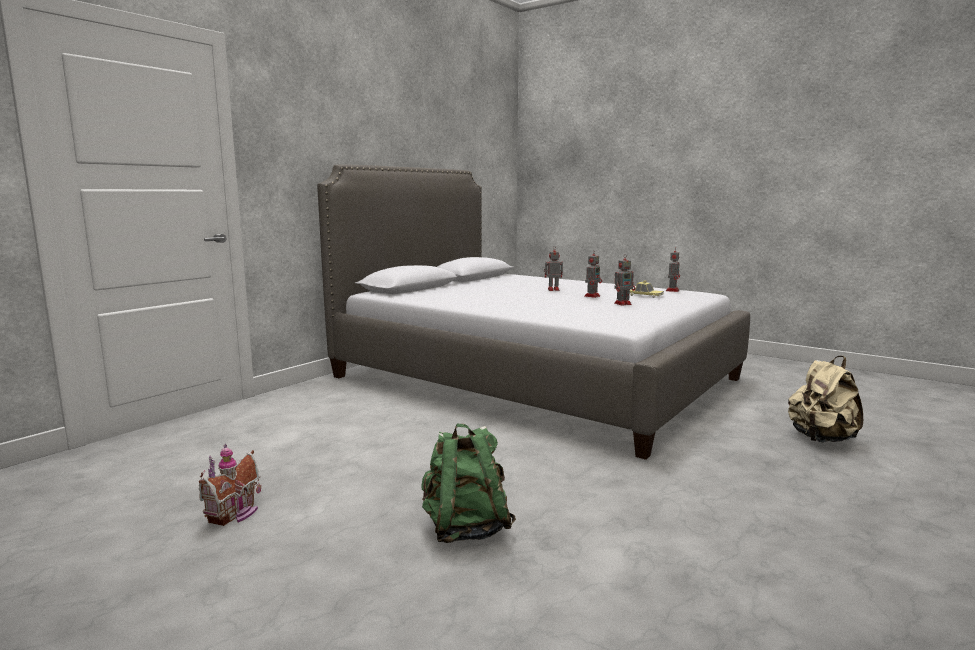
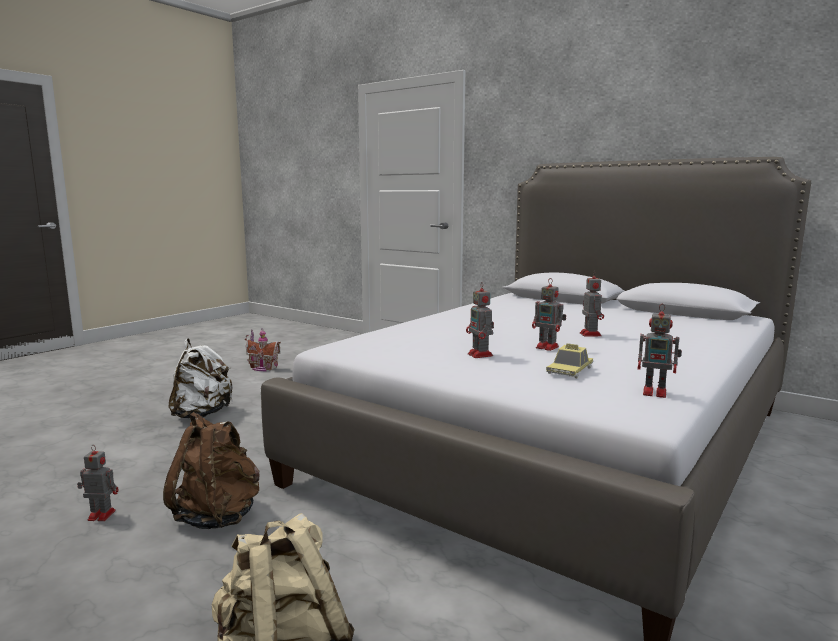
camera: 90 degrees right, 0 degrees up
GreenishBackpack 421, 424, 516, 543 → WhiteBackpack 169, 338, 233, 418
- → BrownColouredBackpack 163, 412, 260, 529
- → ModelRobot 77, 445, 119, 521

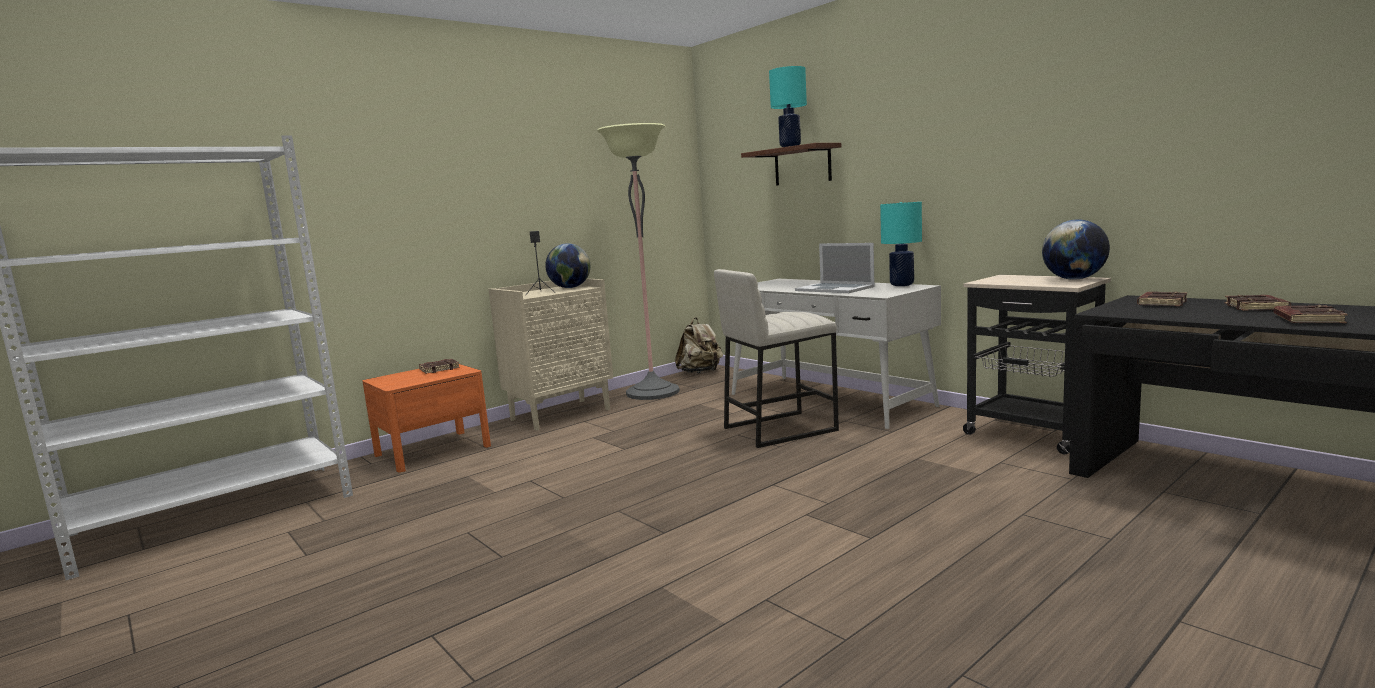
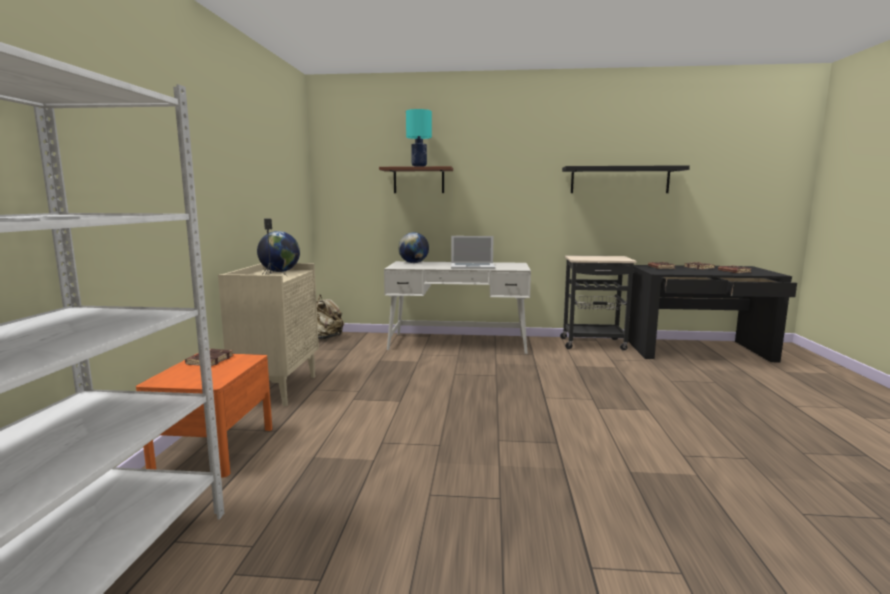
camera: 45 degrees left, 0 degrees up
FloorLamp 597, 123, 680, 400 → -
TurquoiseLampForATable 880, 202, 922, 286 → -
WorldGlobe 1042, 219, 1110, 280 → WorldGlobe 398, 232, 429, 263, relocated
SandColouredSittingStool 714, 269, 839, 448 → -
- → BlackBracketShelf 562, 165, 690, 193

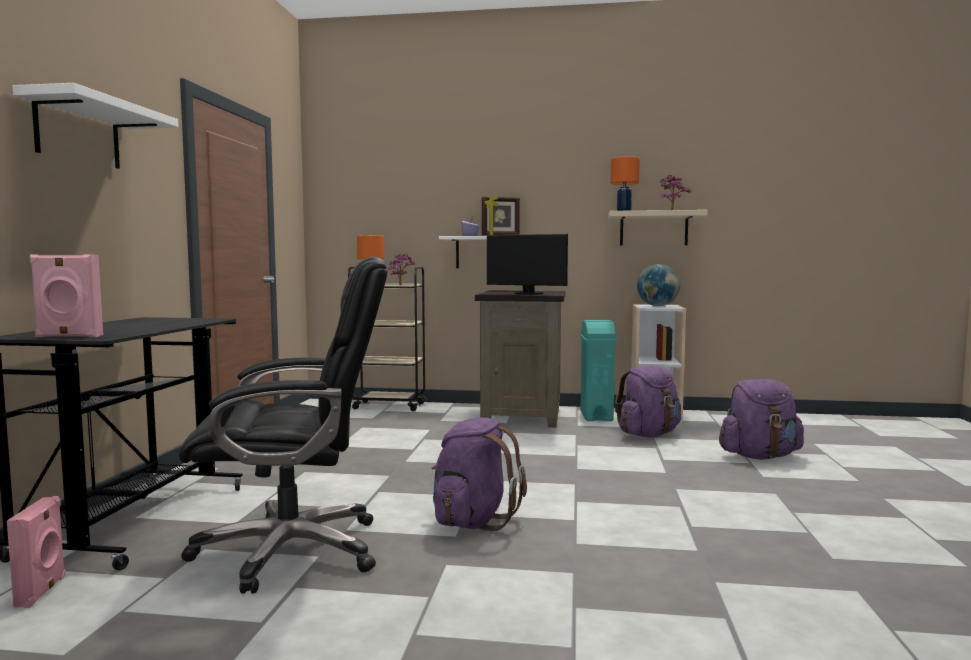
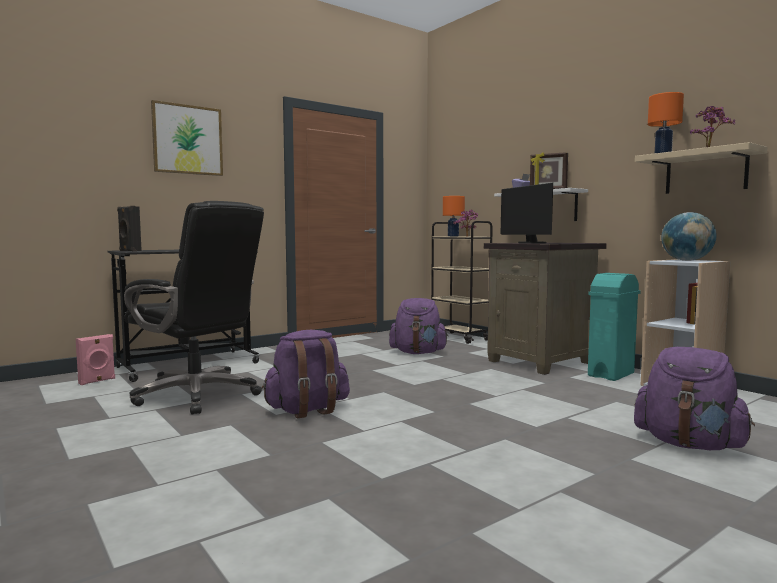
camera: 45 degrees right, 0 degrees up
WhiteBracketShelf 12, 83, 179, 169 → WallPicture 151, 100, 223, 176
PinkLoudspeaker 30, 254, 103, 338 → BlackLoudspeaker 117, 206, 142, 252
PurplishBackpack 615, 366, 681, 437 → PurplishBackpack 389, 298, 448, 354, relocated

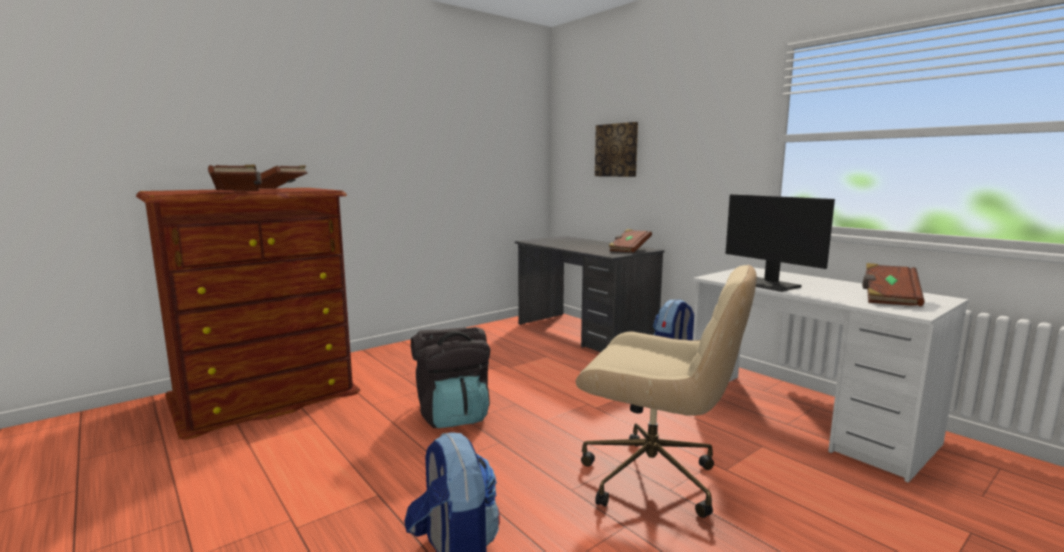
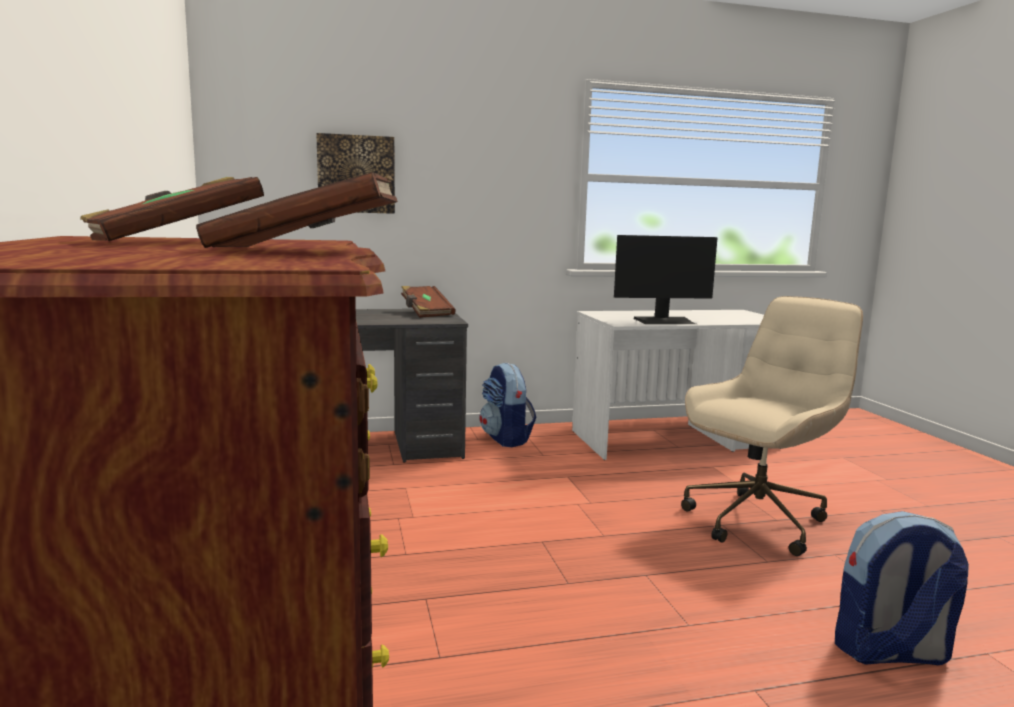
camera: 65 degrees left, 0 degrees up
BrownColouredBook 862, 263, 924, 306 → -
BlackBackpack 411, 327, 490, 428 → -

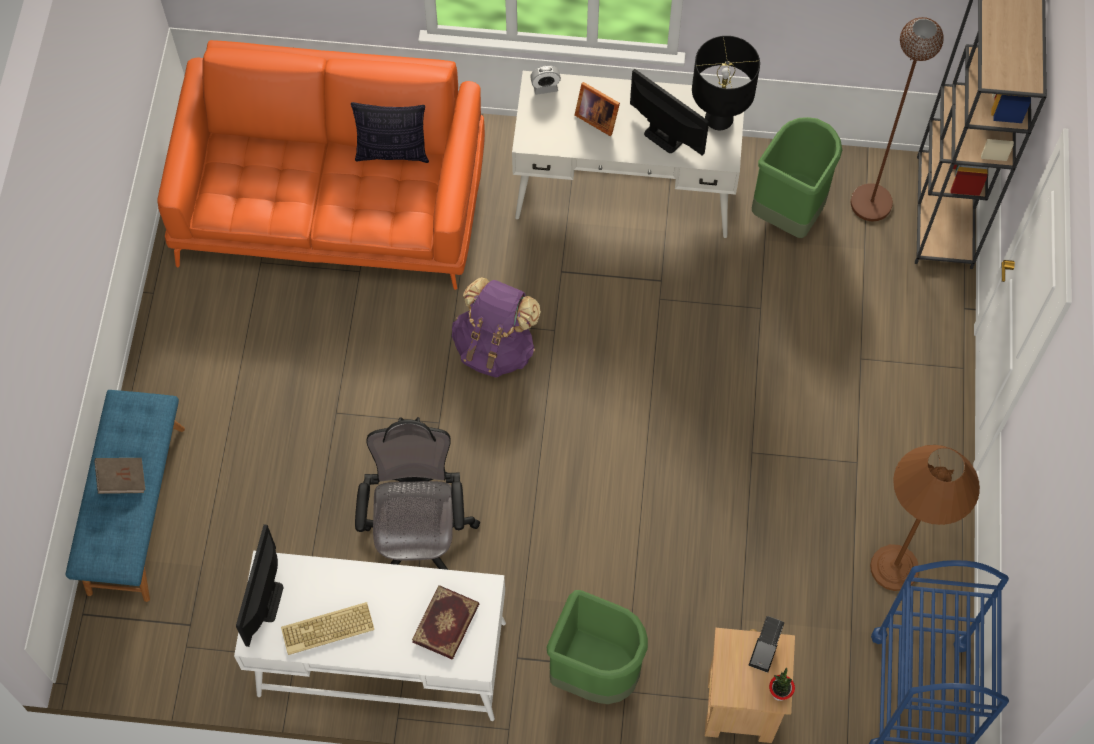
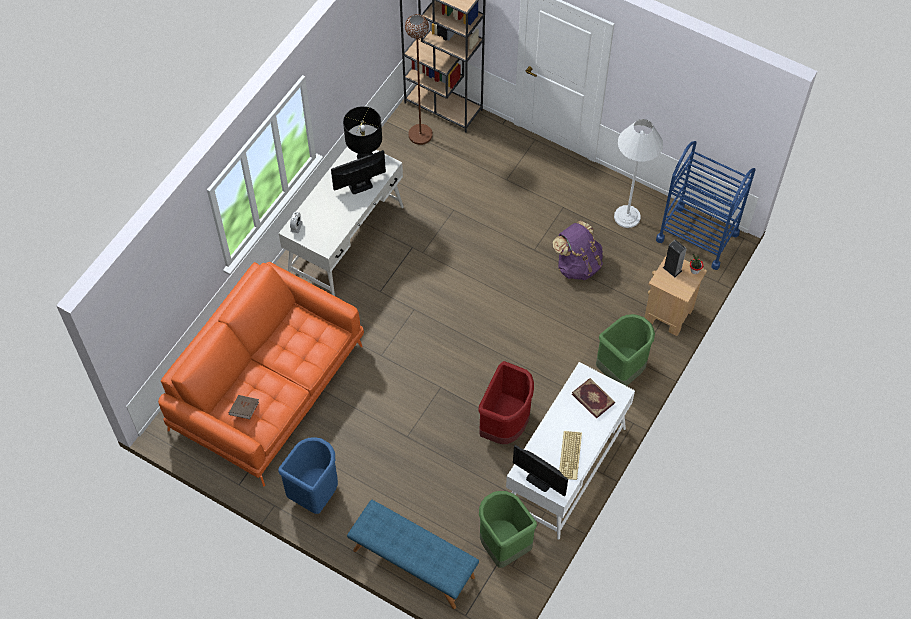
camera: 65 degrees left, 5 degrees down
StandingFrame 575, 82, 620, 136 → -
Pillow 351, 102, 429, 163 → -
GreenishWasteBin 752, 117, 842, 238 → GreenishWasteBin 479, 491, 537, 568, relocated
PurplishBackpack 452, 277, 541, 377 → PurplishBackpack 553, 220, 603, 280, relocated
OfficeChair 355, 417, 480, 570 → ReddishWasteBin 478, 361, 534, 444
BrownColouredFloorLamp 870, 445, 980, 591 → WhiteFloorLamp 614, 119, 663, 228
BrownColouredBook 94, 458, 145, 494 → BrownColouredBook 229, 395, 259, 419, relocated
- → BluishWasteBin 278, 437, 338, 514

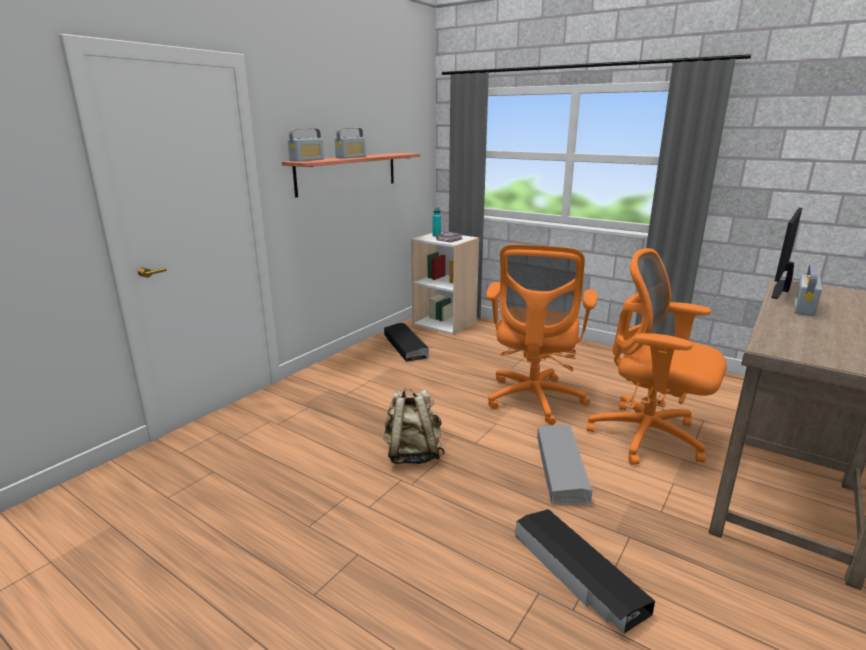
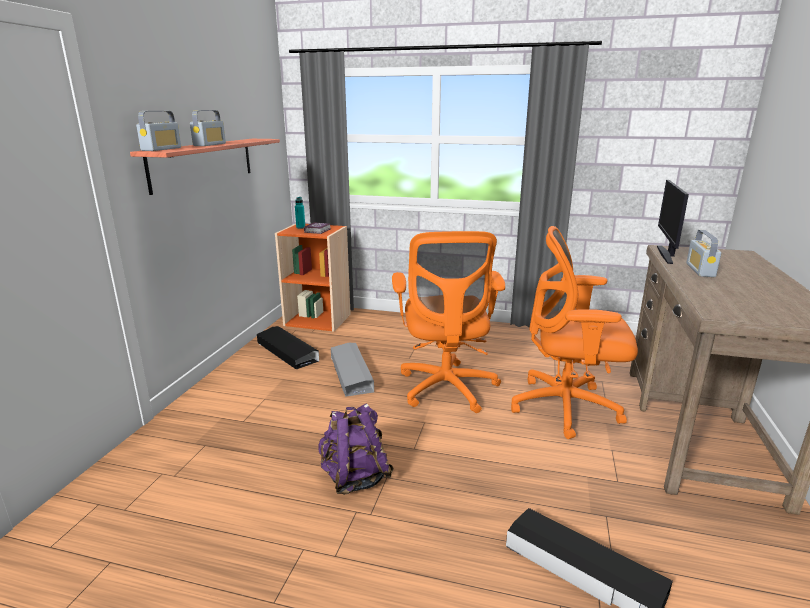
camera: 20 degrees left, 0 degrees up
WhiteShelvingUnit 411, 232, 479, 335 → OrangeShelvingUnit 275, 224, 351, 332
SandColouredBackpack 383, 388, 445, 464 → PurplishBackpack 319, 404, 394, 495
GrayStorageBox 537, 424, 592, 506 → GrayStorageBox 331, 343, 374, 397, relocated

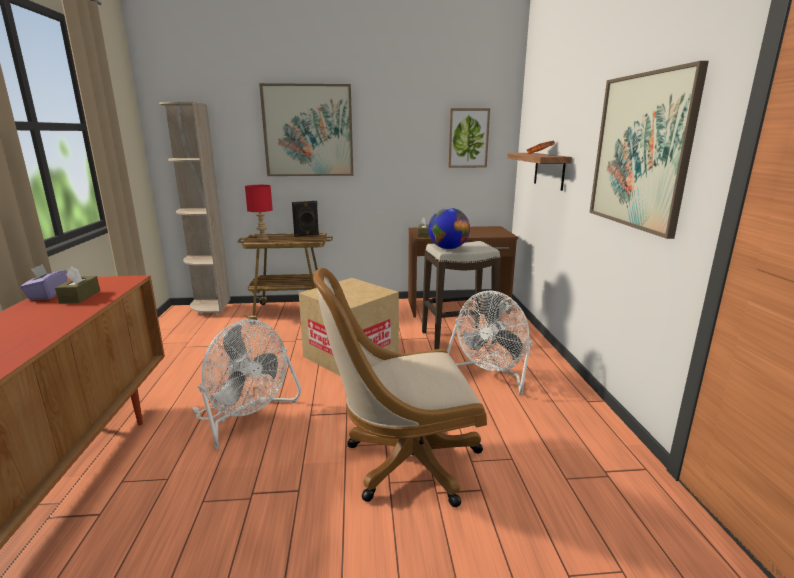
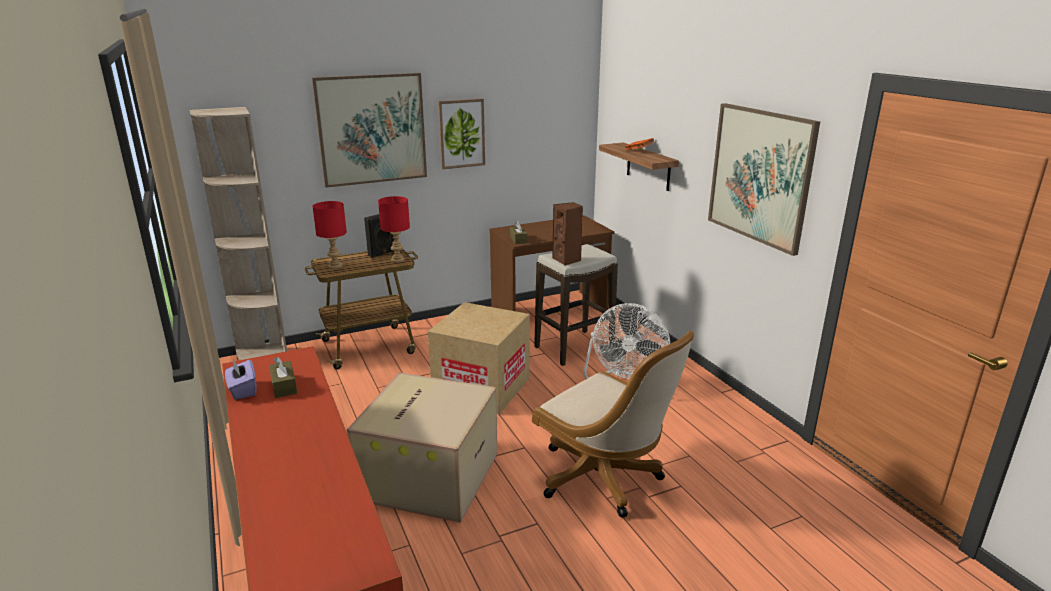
camera: 20 degrees left, 5 degrees up
WallPicture 448, 108, 490, 168 → WallPicture 438, 98, 485, 169, relocated
WorldGlobe 428, 208, 470, 249 → BrownColouredLoudspeaker 552, 202, 583, 266
OfficeChair 313, 268, 487, 507 → OfficeChair 532, 331, 694, 517, 105 degrees counterclockwise
WhiteCoolingFan 192, 319, 301, 449 → Carton 347, 372, 498, 523
- → ReddishLampForATable 378, 196, 410, 263

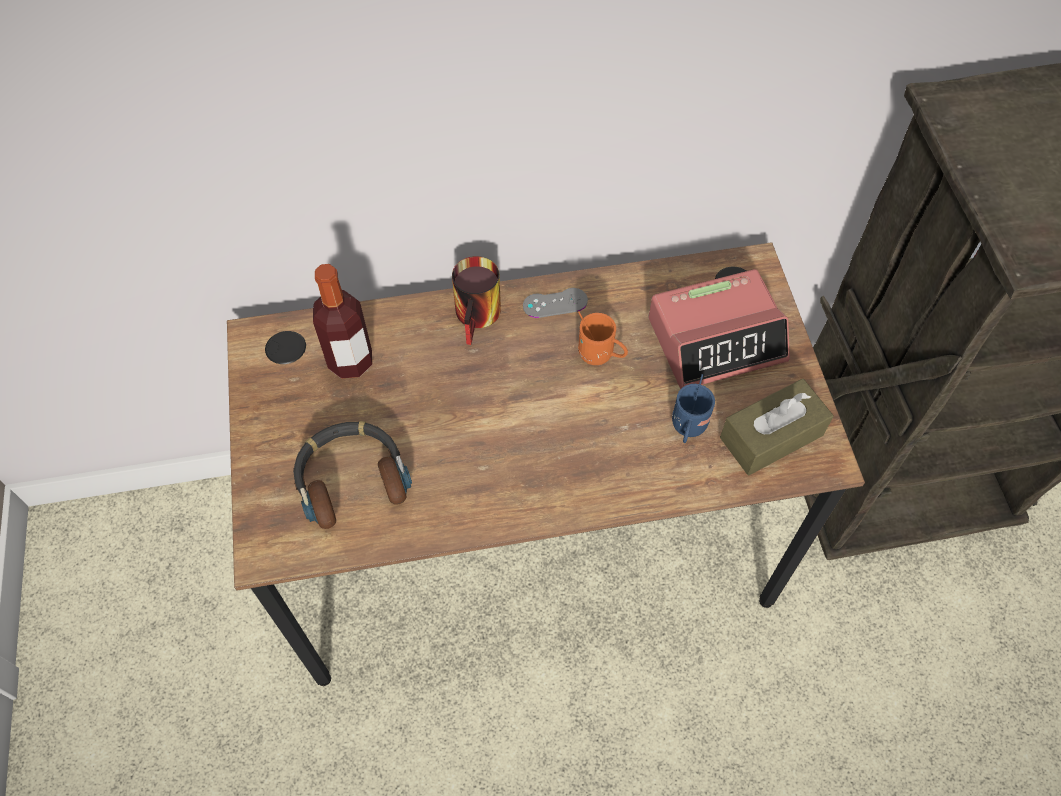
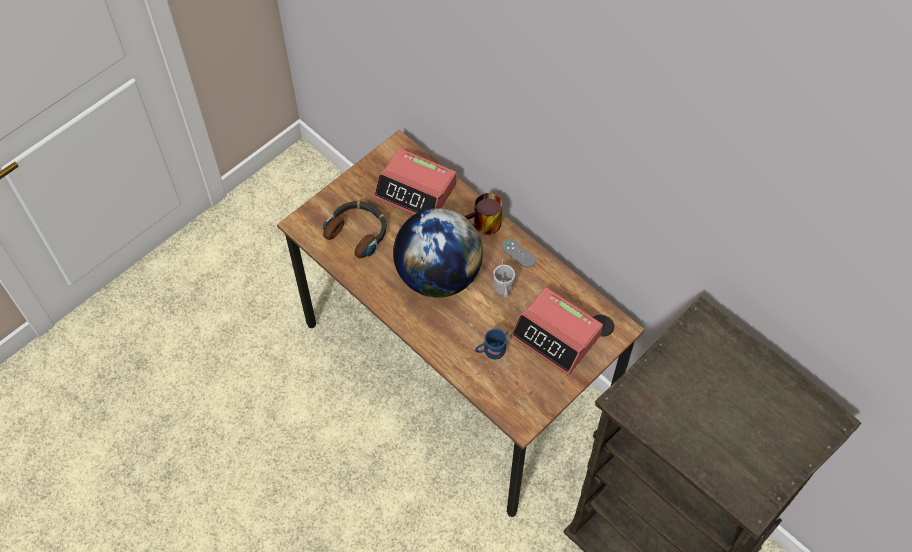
camera: 55 degrees right, 0 degrees up
DrinkBottle 313, 264, 372, 378 → TableClock 374, 148, 456, 215
OrangeCoffeeMug 578, 312, 628, 365 → WhiteCoffeeMug 493, 259, 515, 299
BrownColouredTissueHolder 720, 379, 834, 475 → -
- → WorldGlobe 393, 208, 483, 298

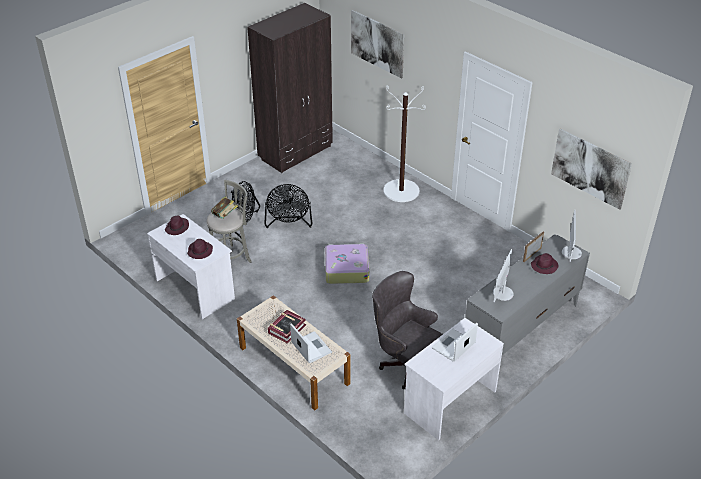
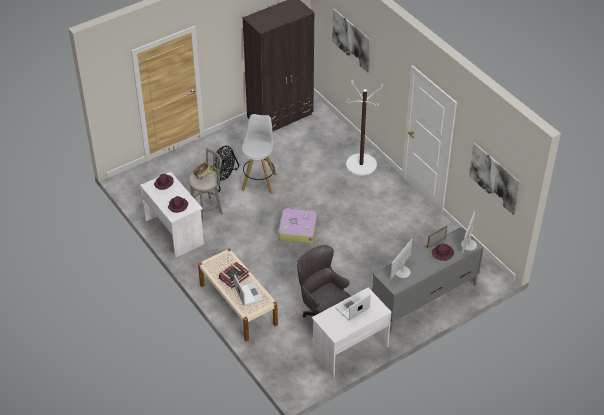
camera: 10 degrees right, 5 degrees up
BlackCoolingFan 264, 184, 312, 228 → WhiteSittingStool 241, 114, 277, 194

